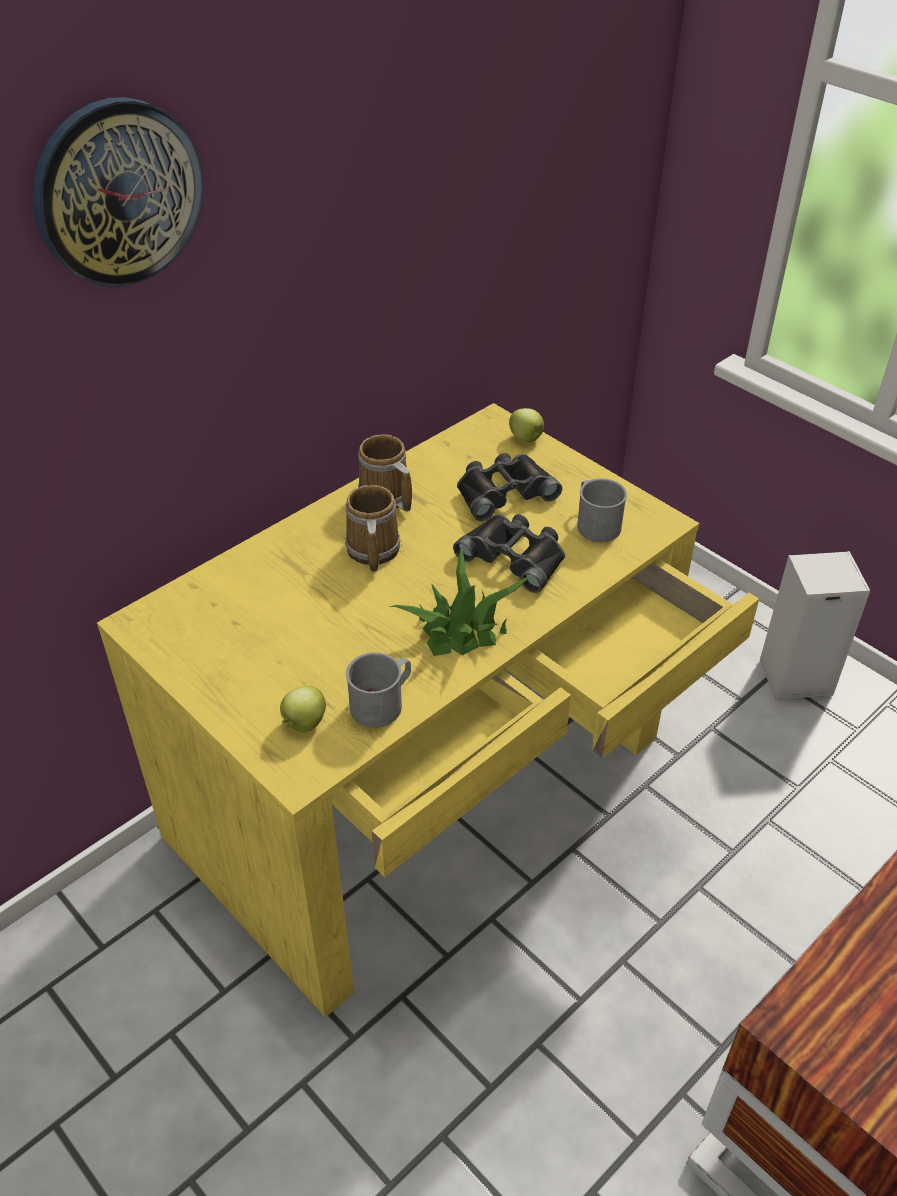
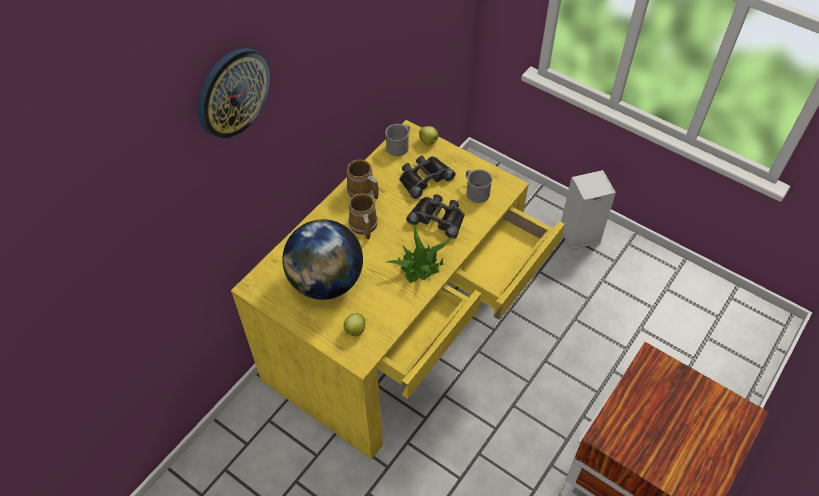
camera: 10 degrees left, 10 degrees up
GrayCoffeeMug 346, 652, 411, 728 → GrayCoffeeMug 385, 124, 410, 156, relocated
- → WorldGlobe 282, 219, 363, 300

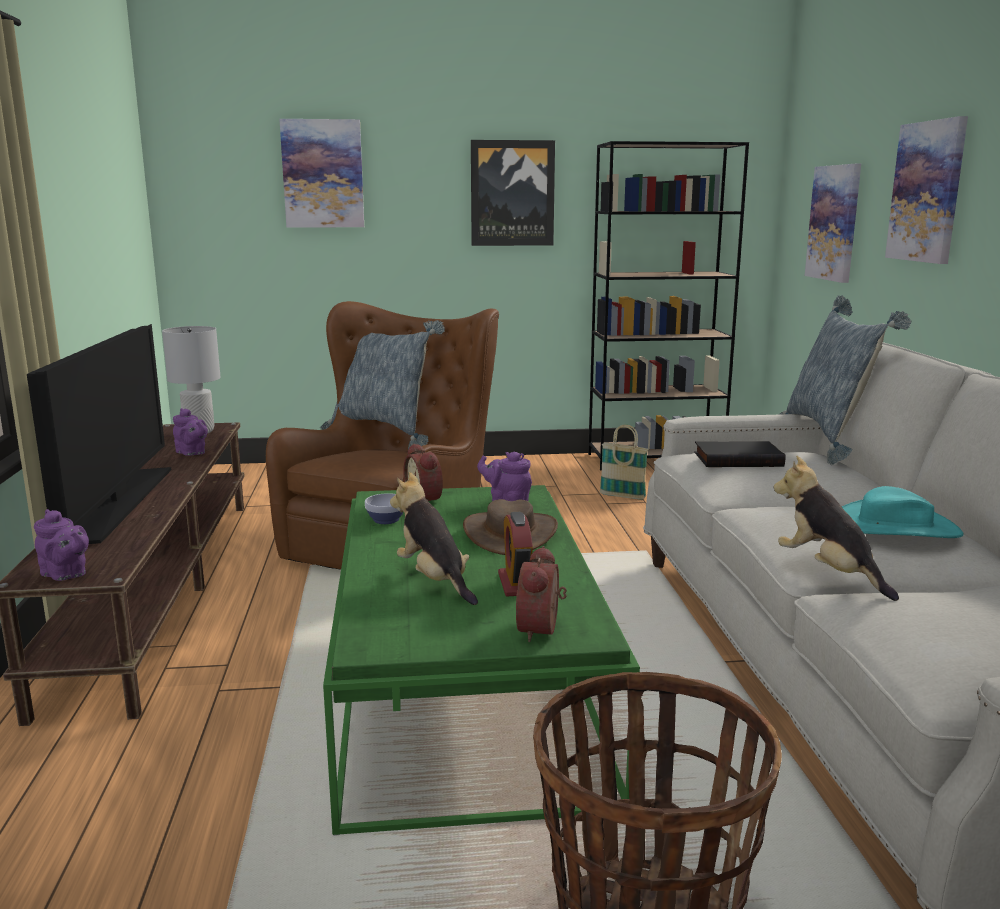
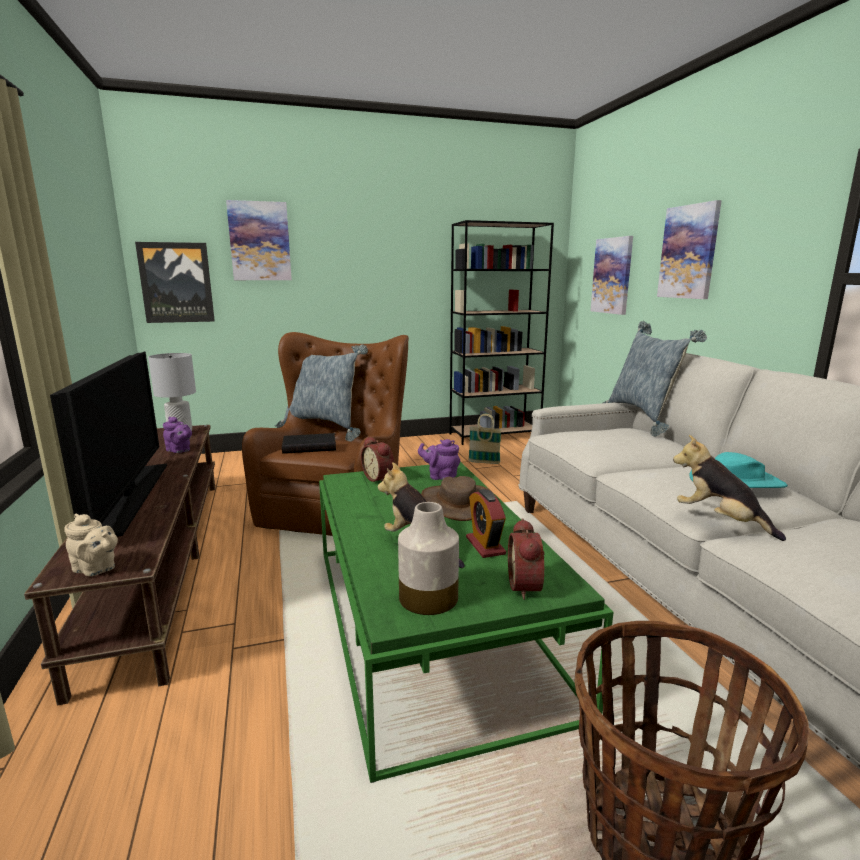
camera: 10 degrees left, 0 degrees up
WallPicture 471, 140, 555, 246 → WallPicture 135, 242, 215, 323, relocated
BlackBook 694, 441, 785, 467 → BlackBook 282, 433, 336, 454, relocated
ServingBowl 365, 493, 403, 524 → -
PurplishTeaPot 34, 509, 89, 581 → SandColouredTeaPot 64, 514, 118, 576
- → SandColouredVase 398, 502, 459, 615

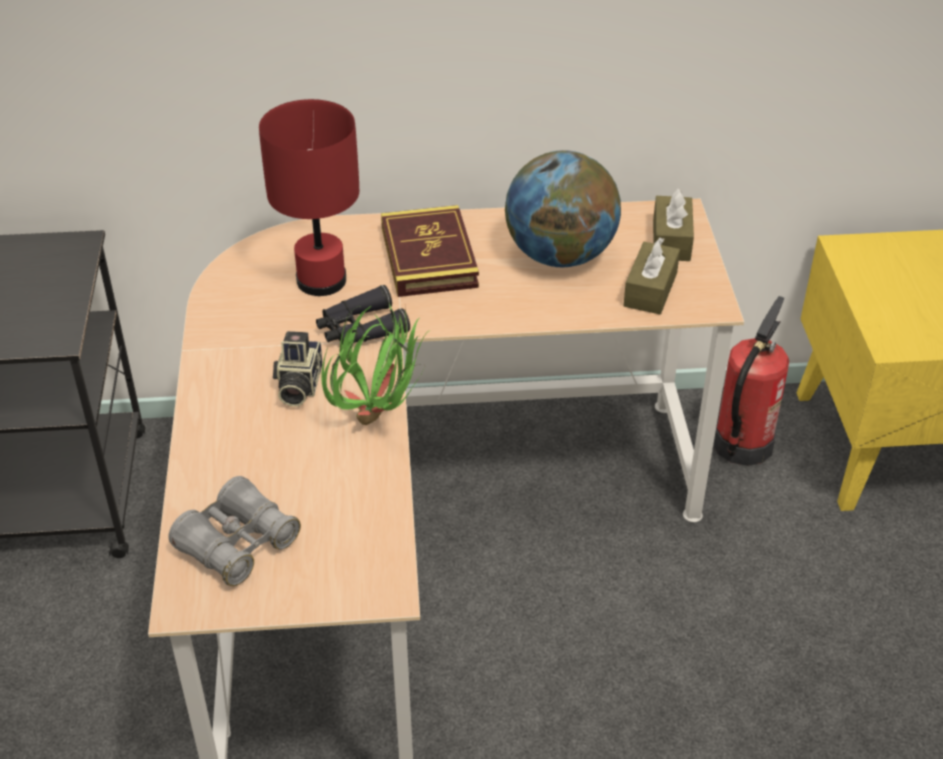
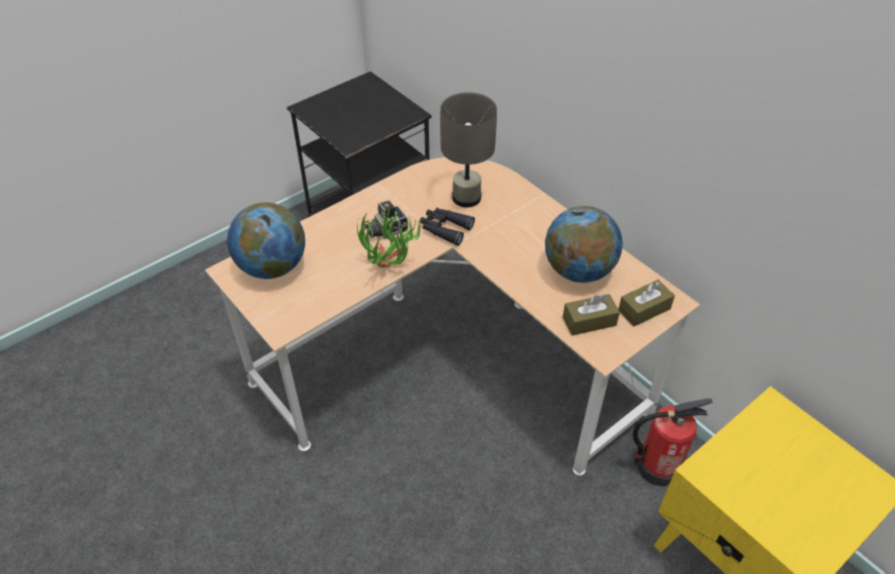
camera: 55 degrees right, 5 degrees up
ReddishLampForATable 259, 99, 359, 296 → GrayLampForATable 440, 92, 497, 207
Book 381, 205, 479, 297 → -
GrayPairOfBinoculars 168, 476, 301, 586 → WorldGlobe 227, 203, 305, 279

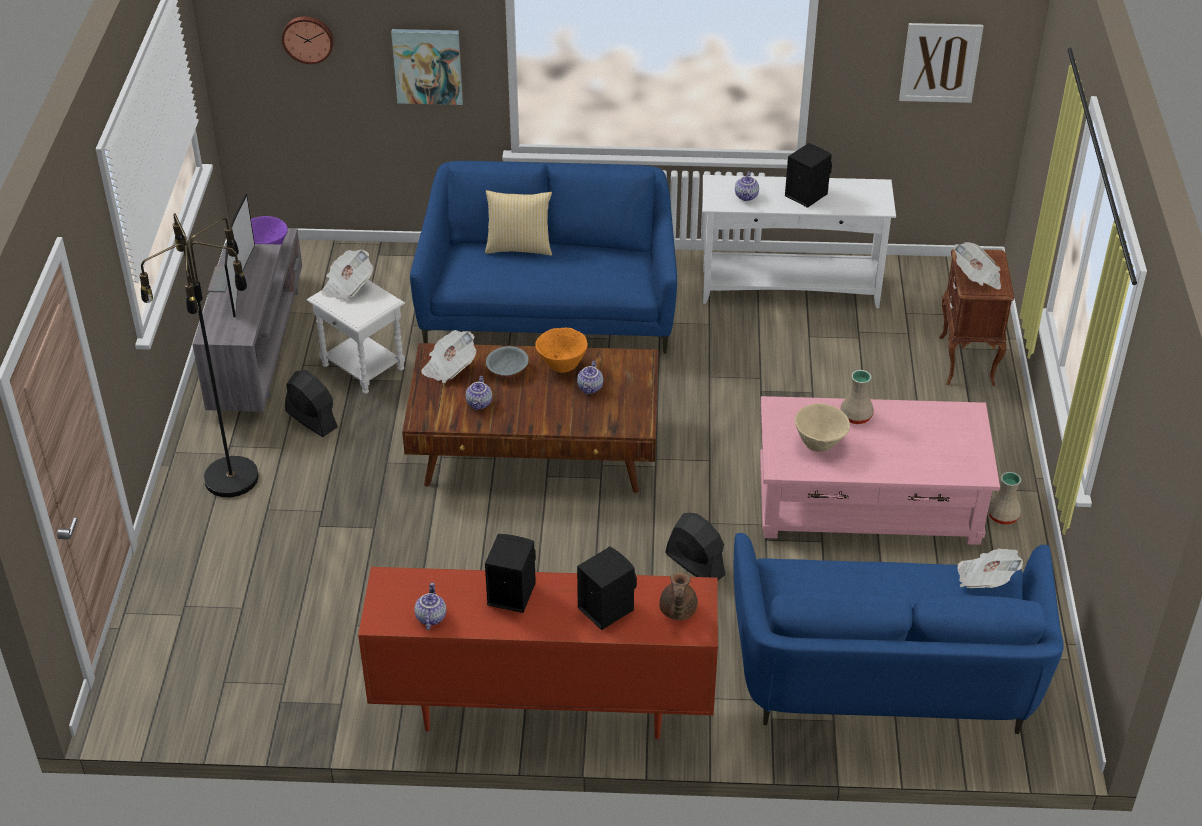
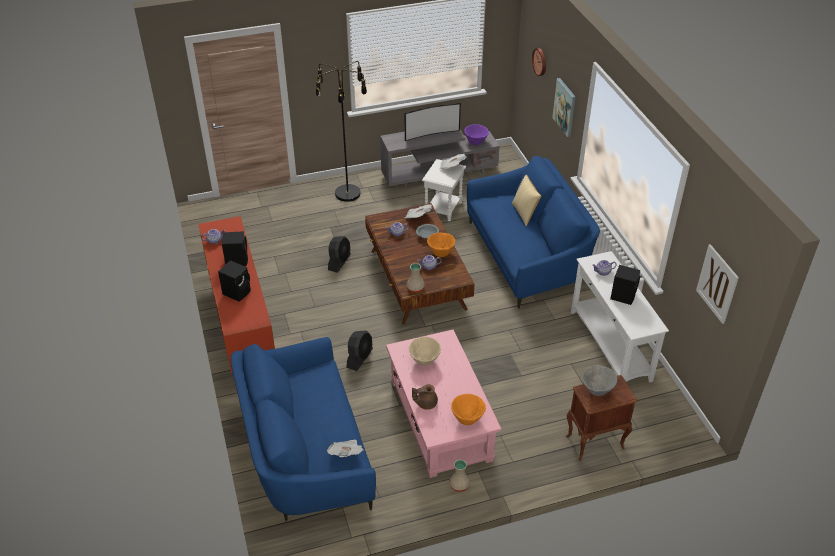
camera: 70 degrees right, 0 degrees up
Newspaper 954, 242, 1001, 289 → GrayServingBowl 582, 365, 617, 396
BlackCoolingFan 285, 370, 338, 437 → BlackCoolingFan 328, 236, 351, 273, relocated
SandColouredVase 841, 370, 874, 424 → SandColouredVase 406, 263, 425, 293, relocated
BrownColouredTeaPot 659, 572, 698, 620 → BrownColouredTeaPot 412, 384, 438, 409, relocated
- → OrangeServingBowl 451, 394, 486, 425

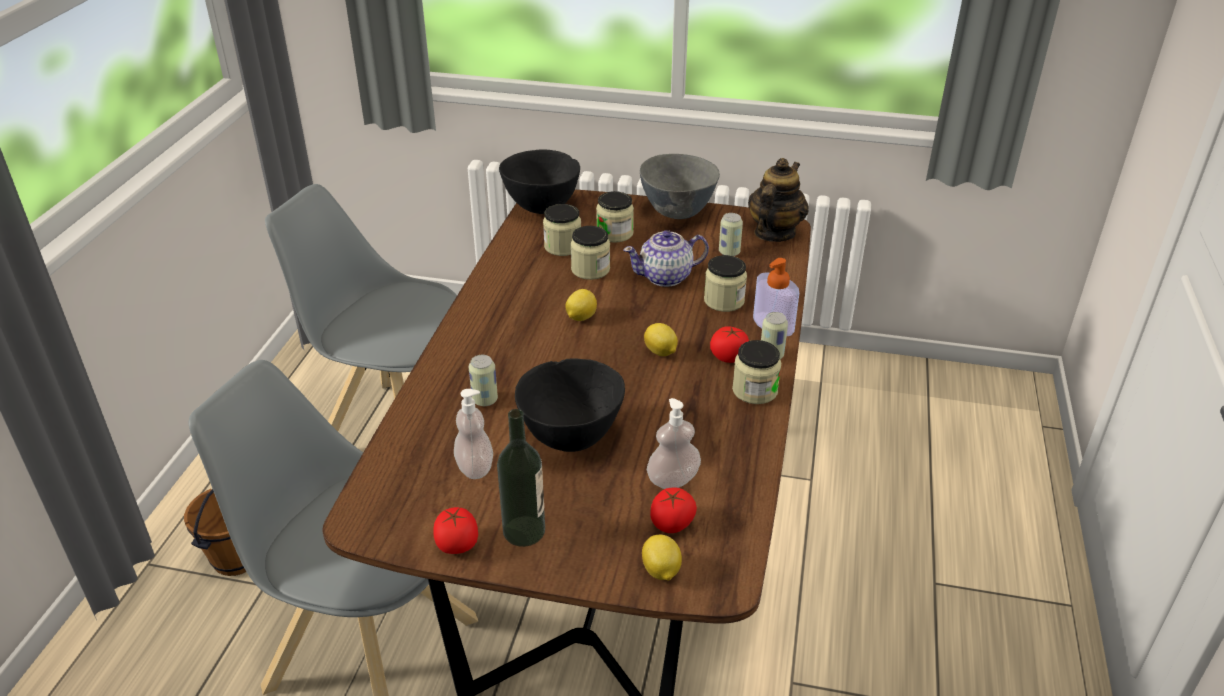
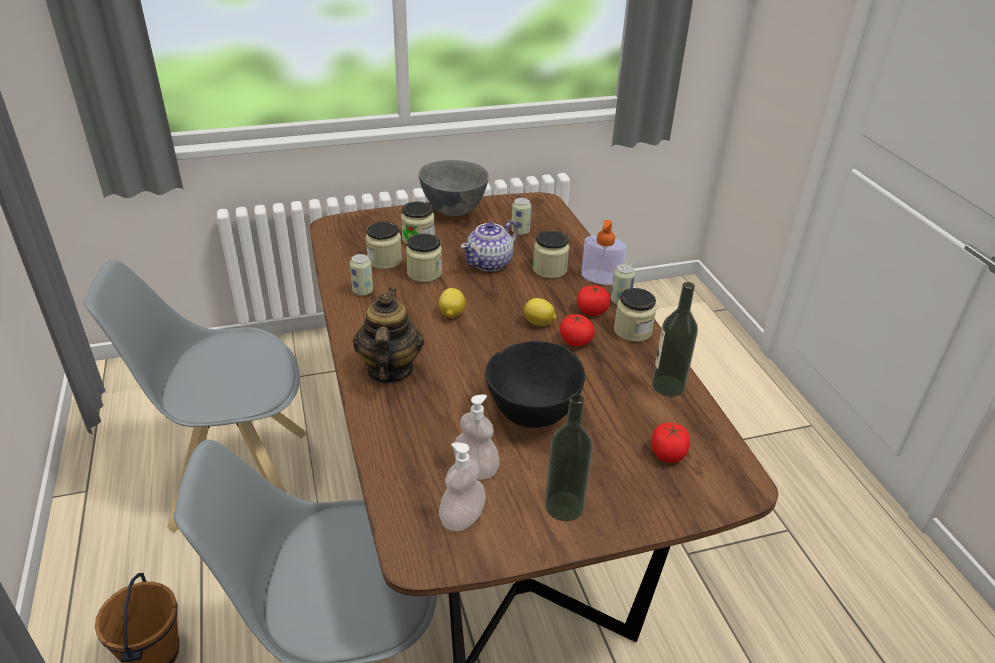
camera: 30 degrees left, 0 degrees up
BlackServingBowl 499, 150, 580, 214 → -
TeaPot 748, 158, 809, 242 → TeaPot 353, 288, 424, 384, relocated
SealedCan 469, 355, 498, 406 → SealedCan 350, 254, 373, 296, relocated
SoapDispenser 647, 398, 701, 489 → SoapDispenser 439, 442, 486, 531, relocated
FreshTomato 433, 507, 478, 554 → FreshTomato 560, 314, 595, 347, relocated
WholeLemon 642, 535, 682, 581 → -
- → DrinkBottle 652, 282, 698, 397

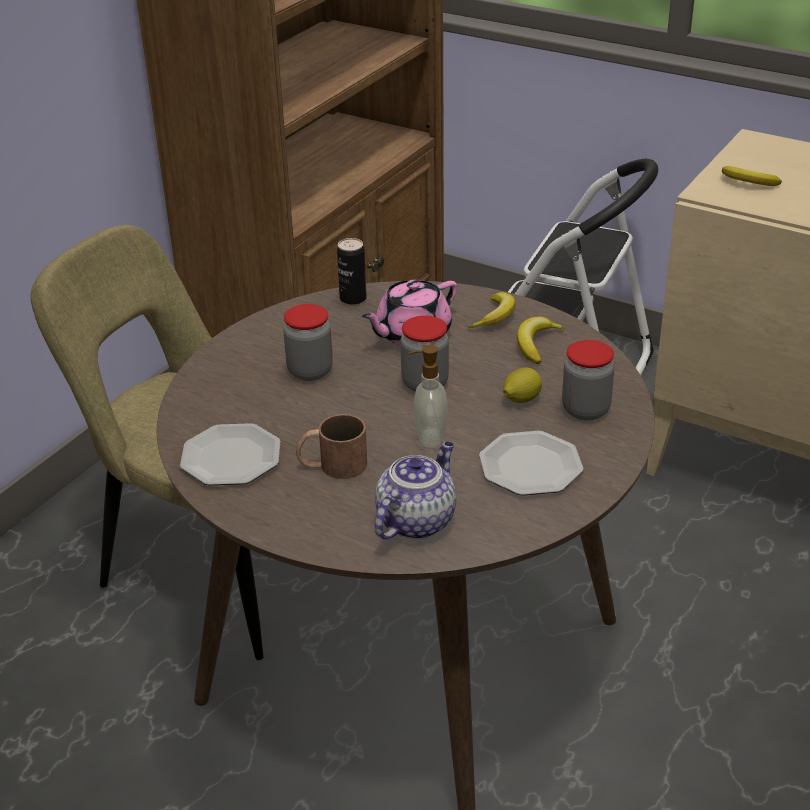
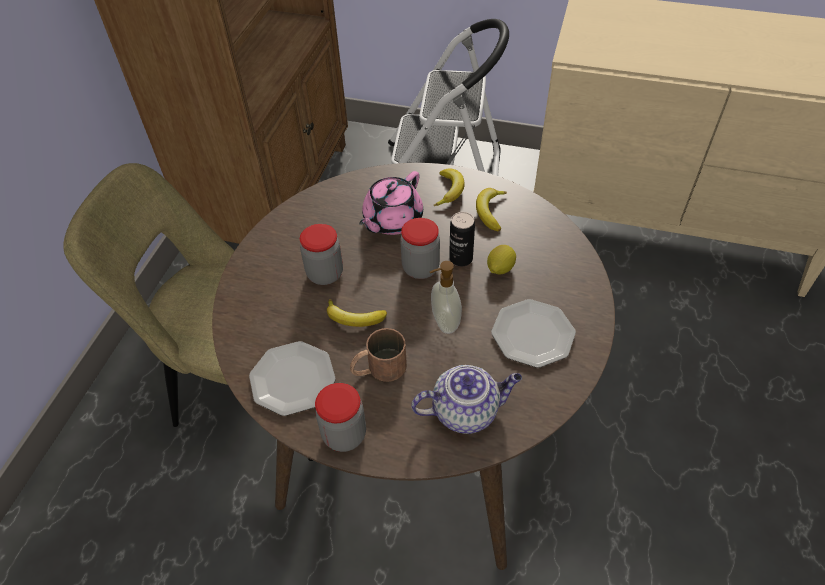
camera: 15 degrees left, 15 degrees up
BananaFruit 722, 166, 782, 186 → BananaFruit 327, 299, 387, 327, relocated
SealedCan 337, 238, 367, 305 → SealedCan 449, 212, 475, 266, relocated
PreserveJar 562, 340, 615, 421 → PreserveJar 315, 383, 366, 452, relocated
TeaPot 375, 441, 456, 540 → TeaPot 411, 365, 522, 434, 60 degrees clockwise

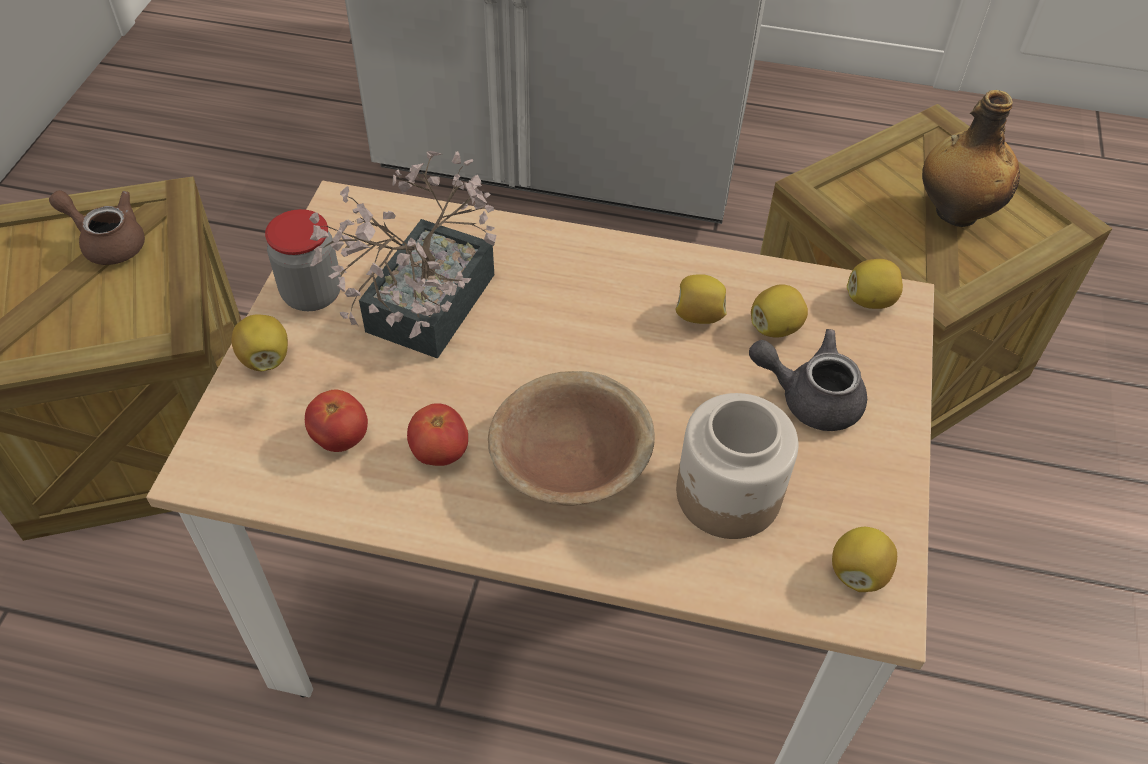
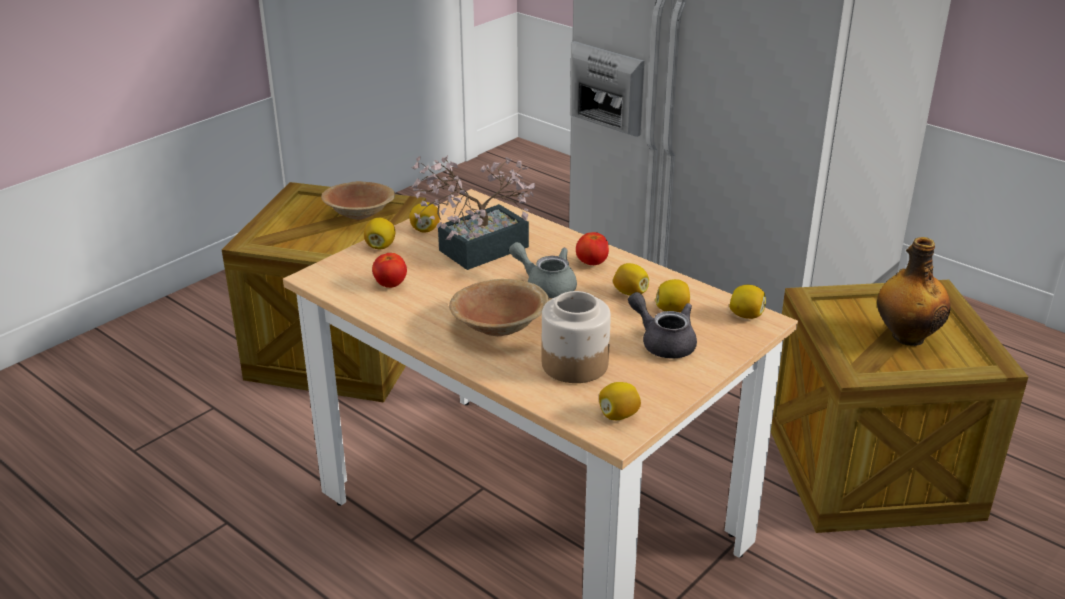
camera: 30 degrees right, 20 degrees down
BrownColouredTeaPot 49, 190, 145, 265 → BrownColouredServingBowl 321, 181, 395, 220
PreserveJar 265, 209, 341, 311 → WholeLemon 409, 202, 440, 233
FreshTomato 407, 403, 468, 466 → FreshTomato 576, 232, 609, 265, relocated
- → GrayTeaPot 509, 242, 577, 298

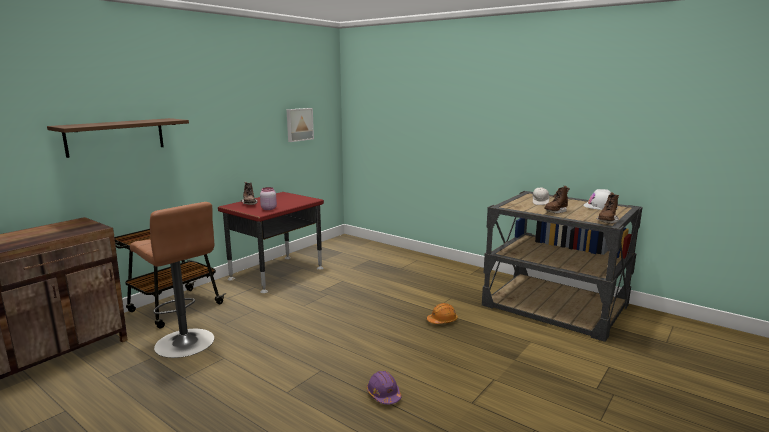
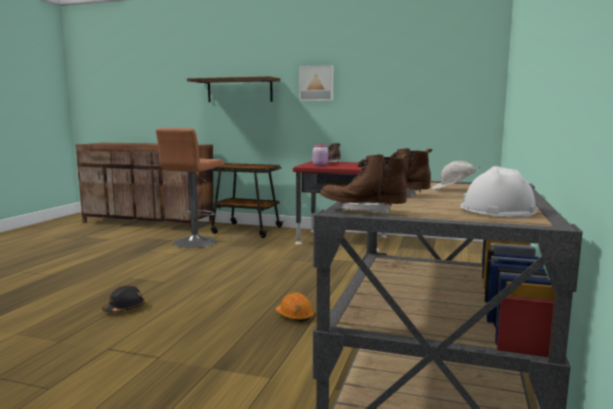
camera: 70 degrees right, 5 degrees down
WallPicture 287, 108, 314, 142 → WallPicture 299, 65, 333, 101, relocated
PurplishWorkHelmet 367, 371, 402, 405 → BlackWorkHelmet 102, 285, 145, 312

